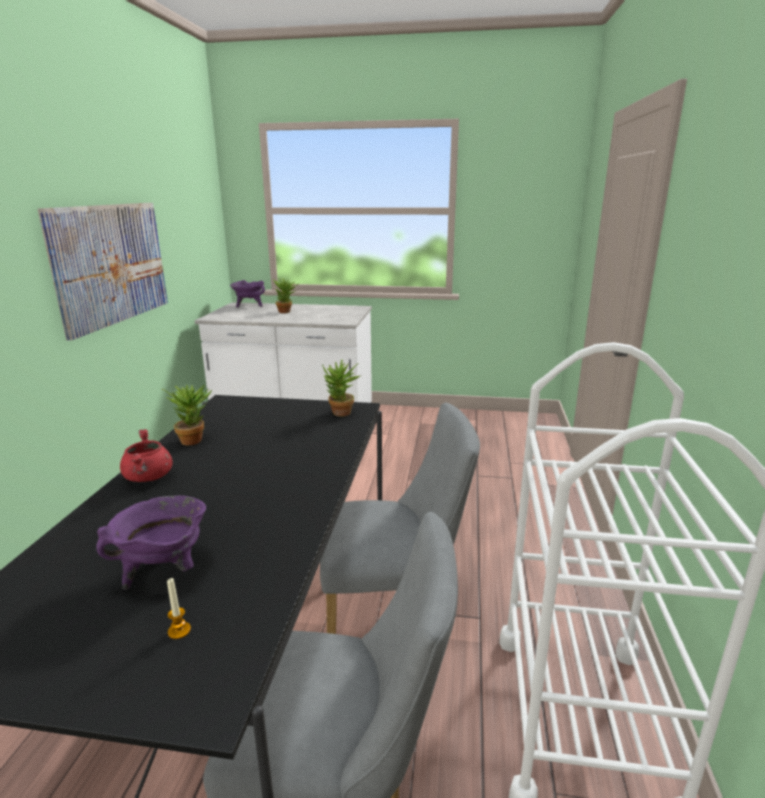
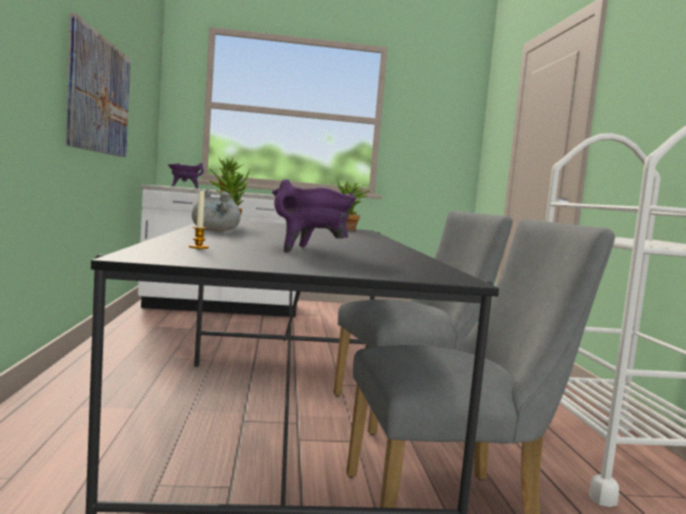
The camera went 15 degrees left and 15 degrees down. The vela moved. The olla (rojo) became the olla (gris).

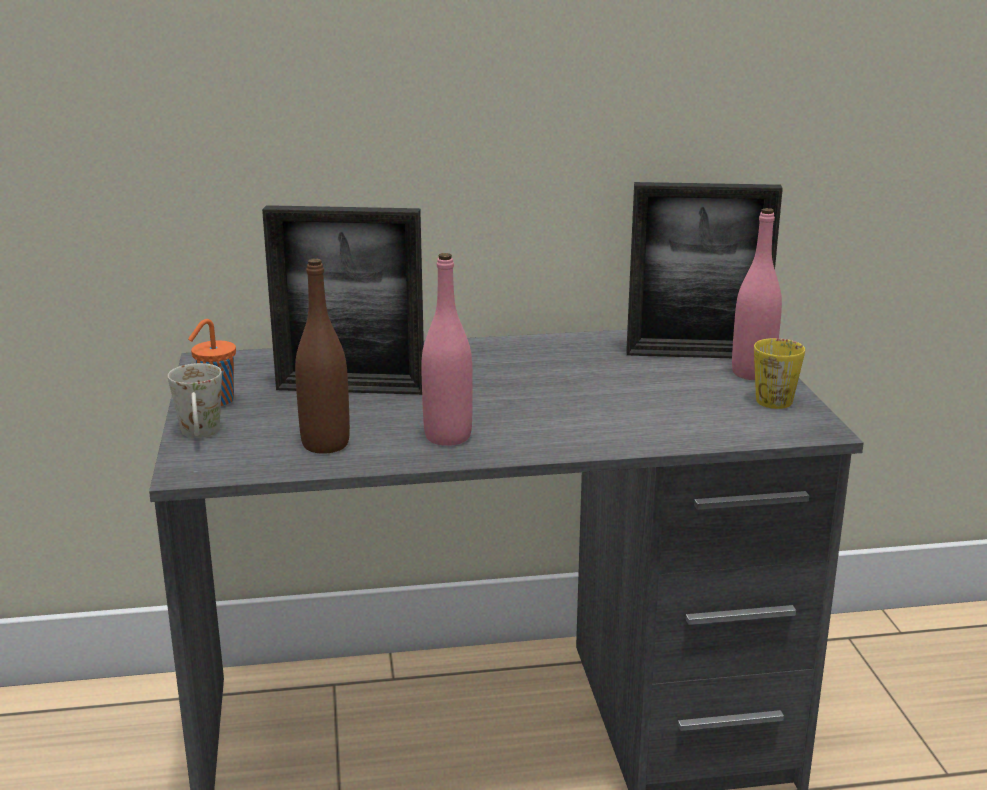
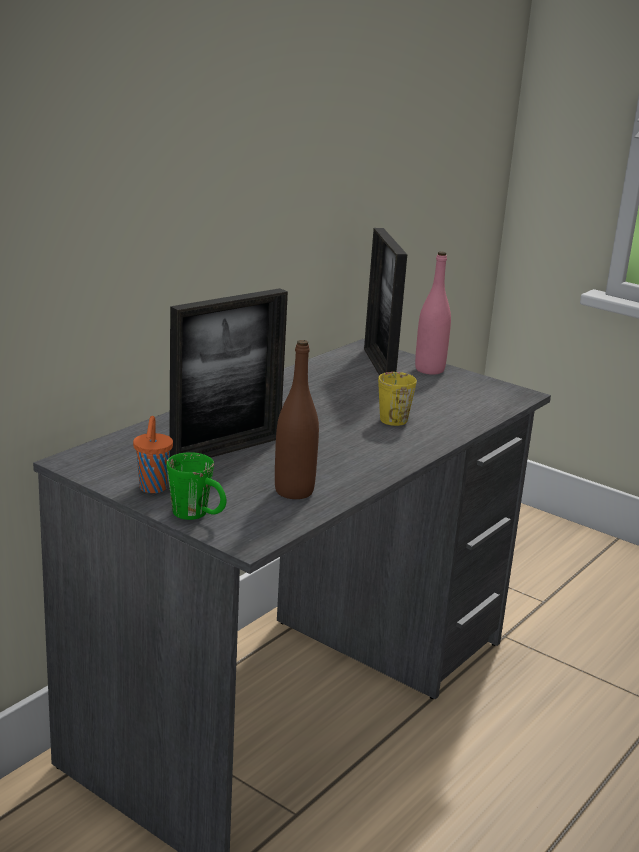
The camera went 45 degrees left and 0 degrees up. The botella (rosa) (no. 1 from left) disappeared. The taza grande (amarillo) moved. The taza grande (blanco) became the taza grande (verde). The portarretratos (no. 2 from left) turned 120 degrees clockwise.

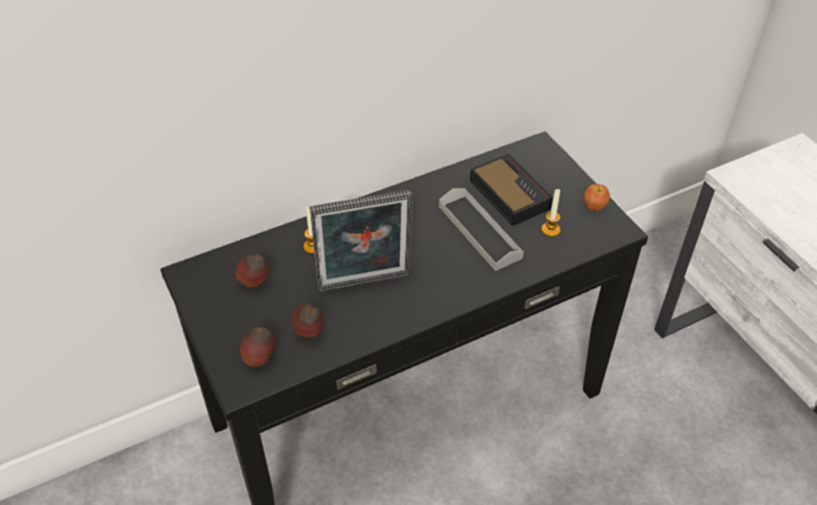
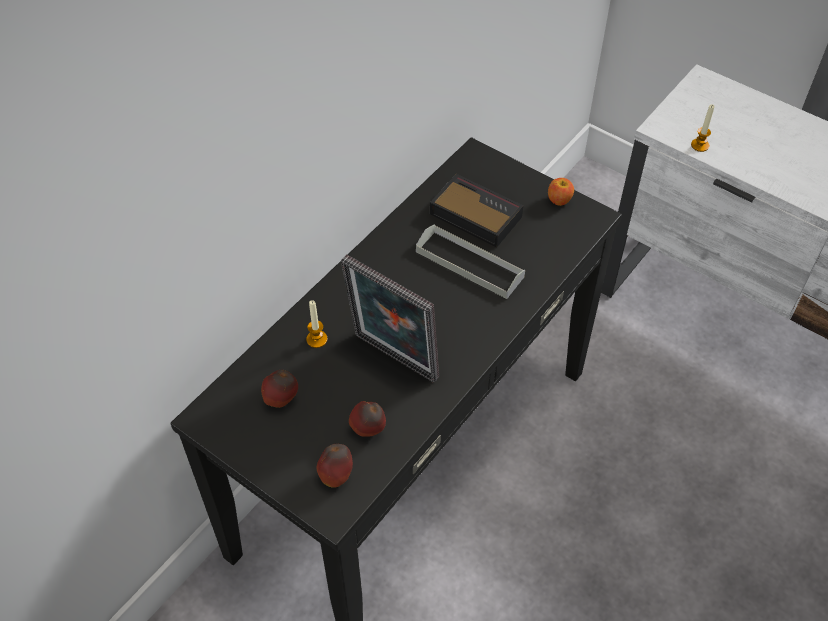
The camera went 25 degrees left and 5 degrees up. The vela (no. 2 from left) moved. The portarretratos turned 75 degrees clockwise.

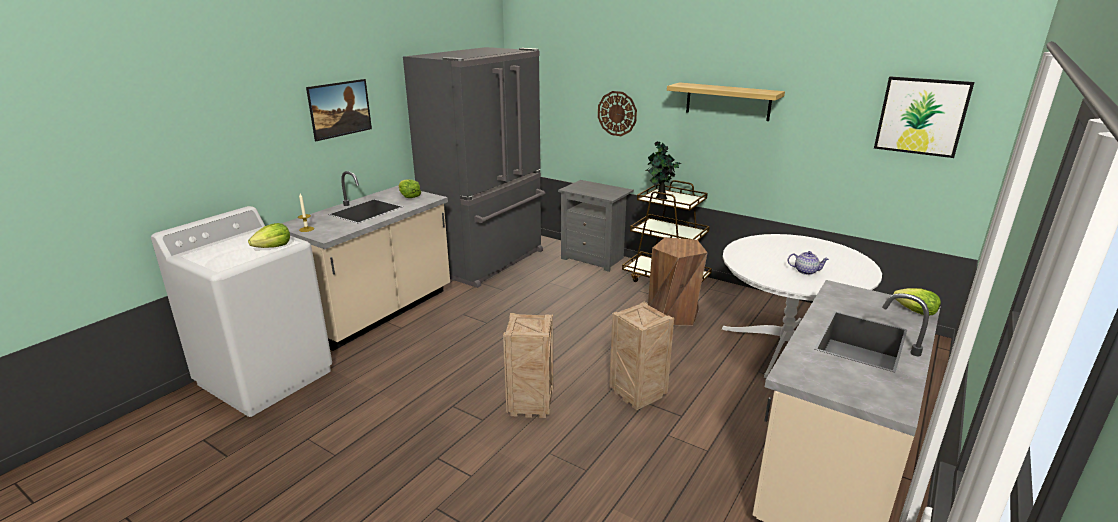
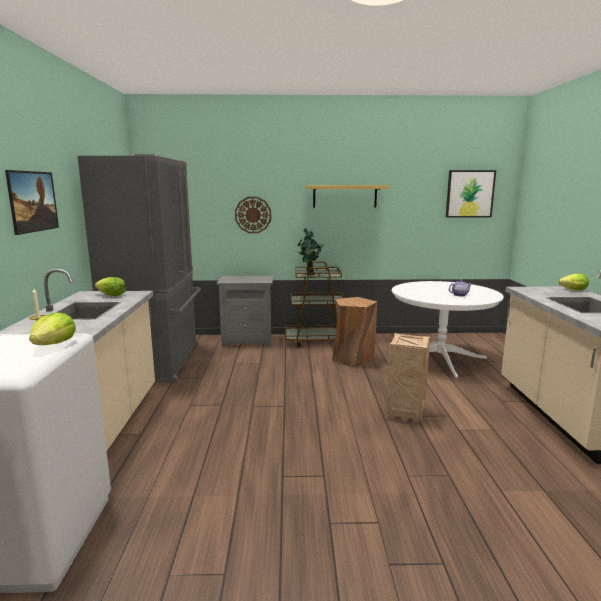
The camera went 35 degrees left and 10 degrees down. The caja de embalaje (no. 1 from left) disappeared.

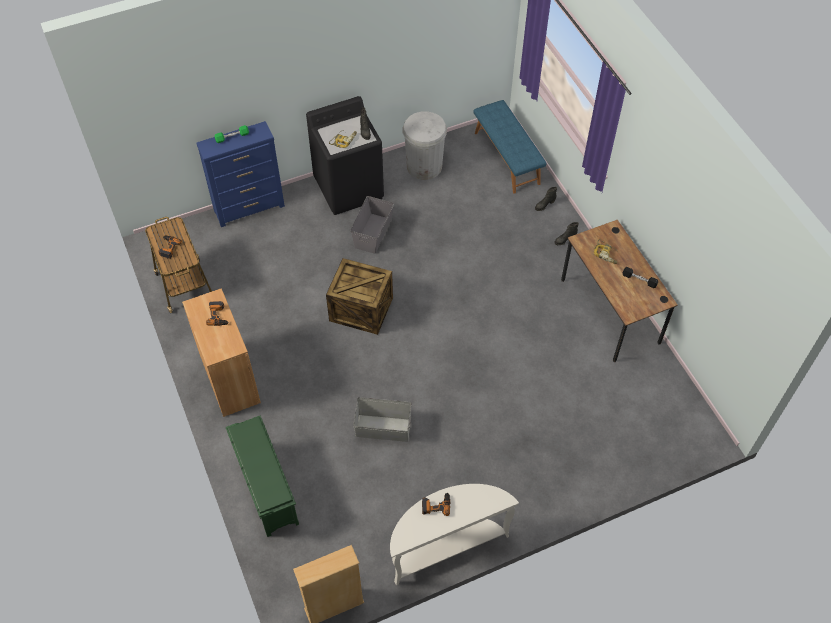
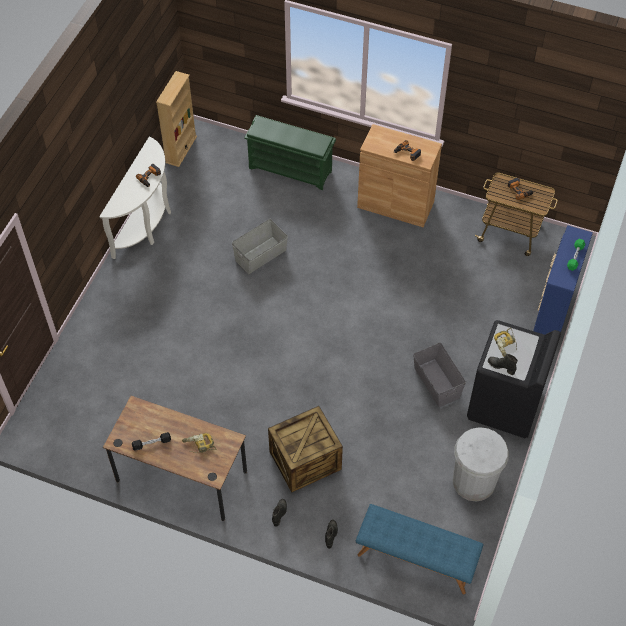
The camera went 135 degrees right and 0 degrees up. The caja de embalaje moved.

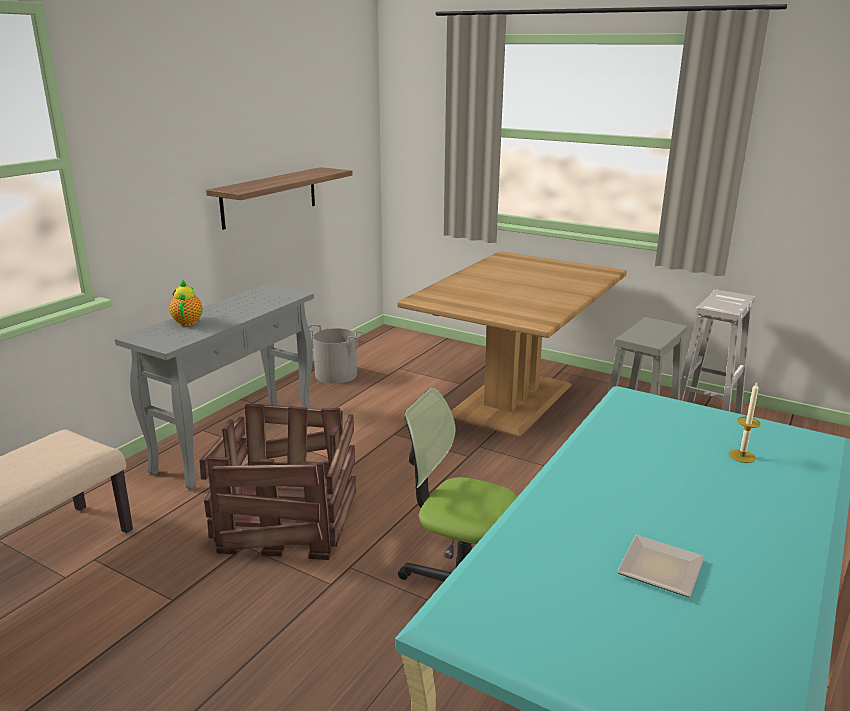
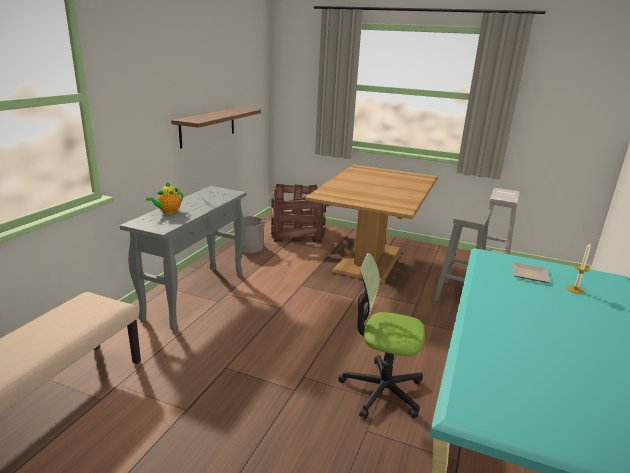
The camera went 10 degrees left and 0 degrees up. The caja de embalaje moved. The plato moved. The tetera turned 120 degrees counterclockwise.

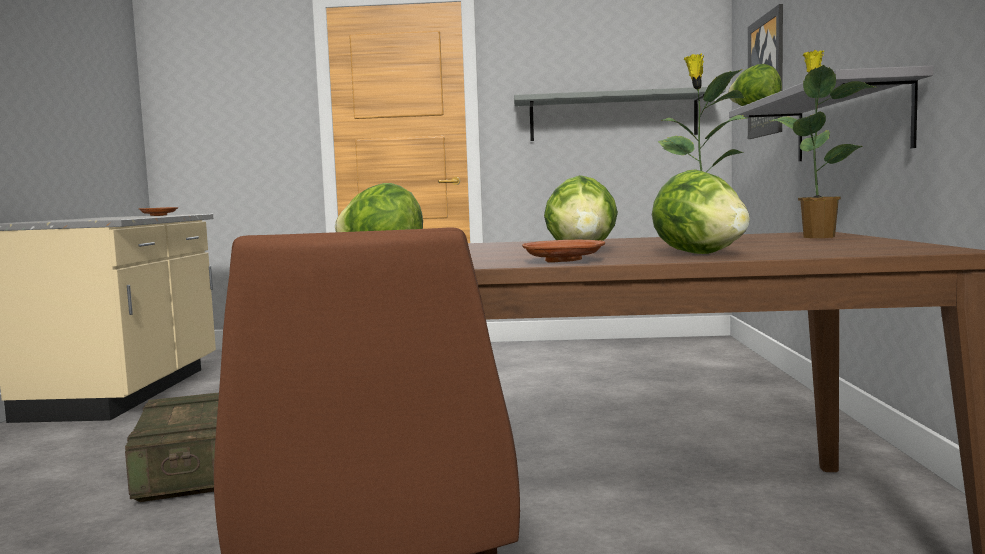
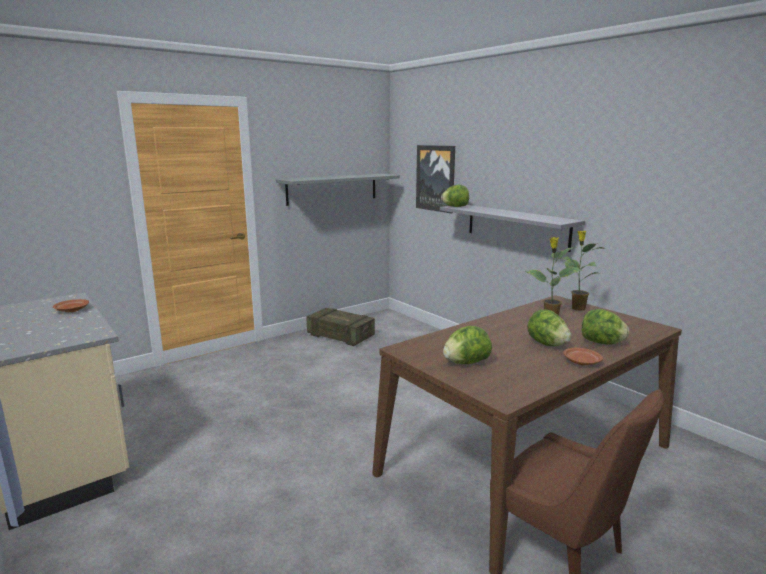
The camera went 40 degrees left and 10 degrees up. The caja de embalaje moved.

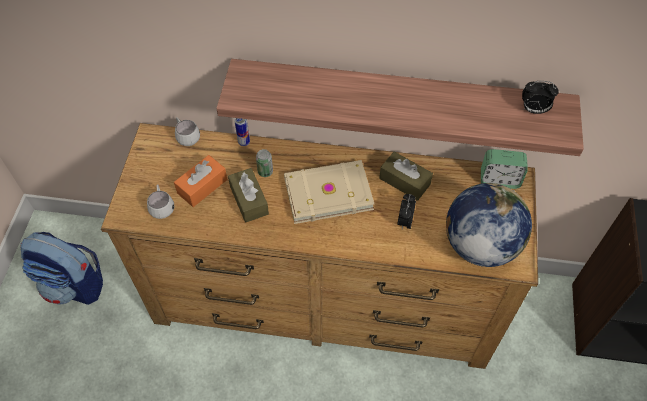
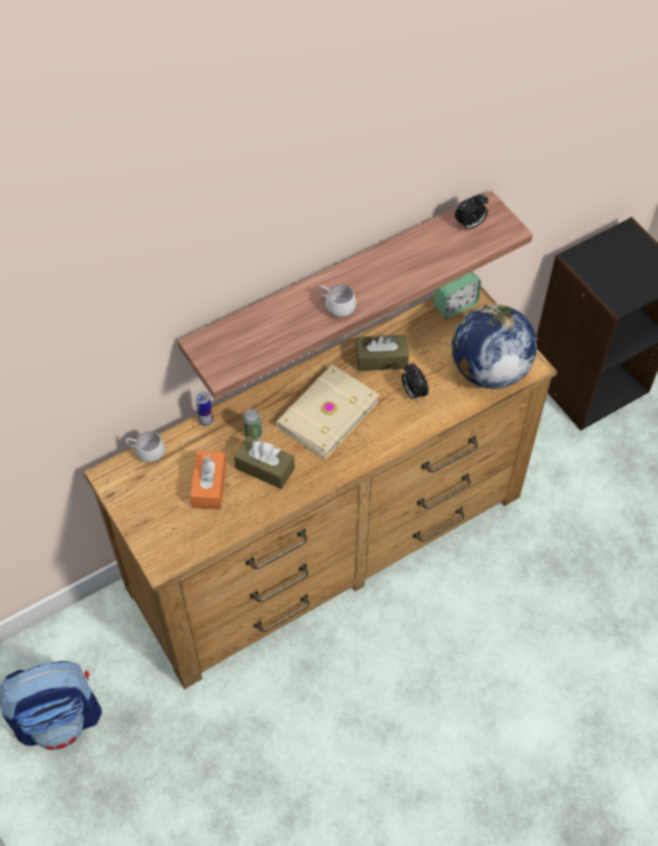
The camera went 40 degrees left and 0 degrees up. The taza grande (blanco) (no. 1 from left in the first image) moved.

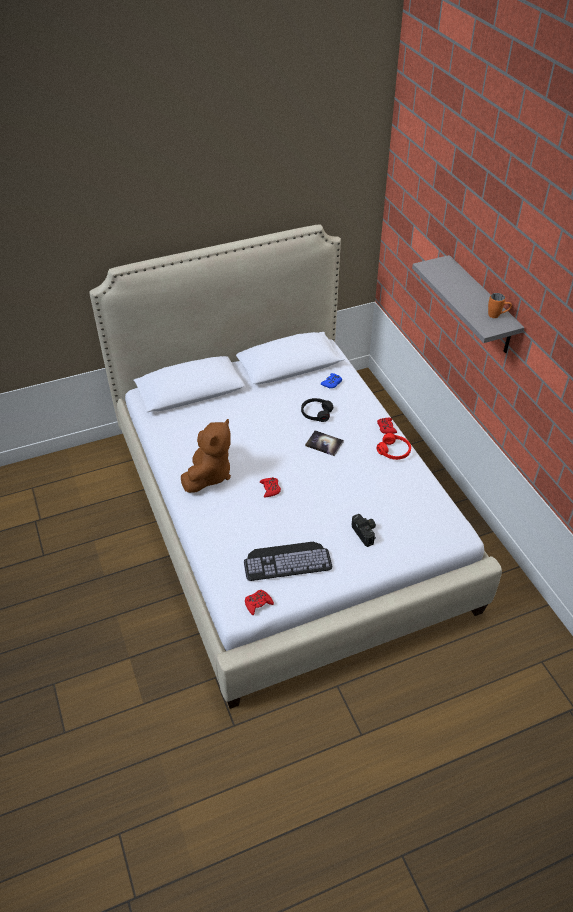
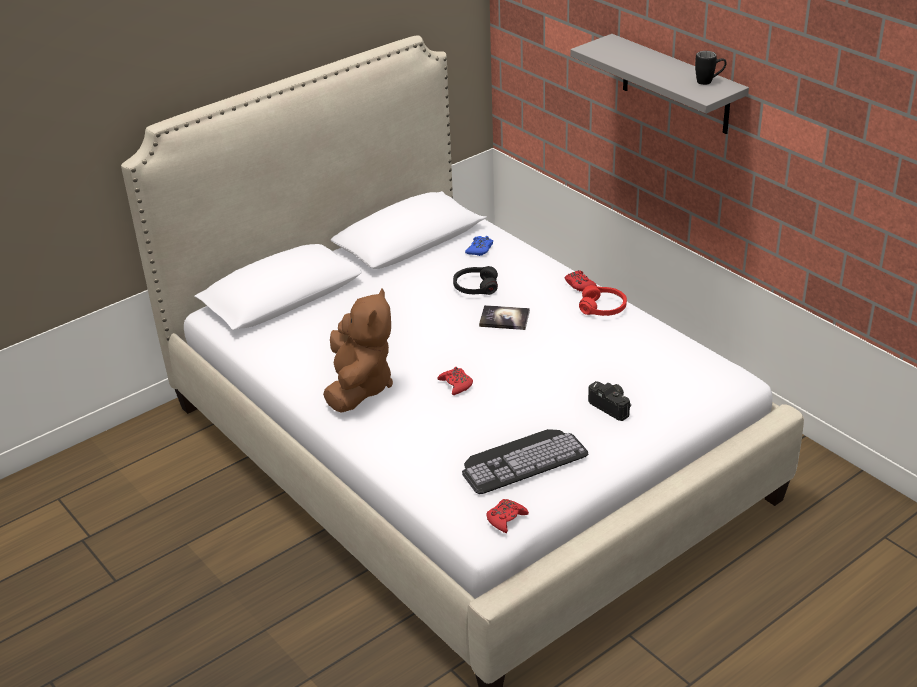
The camera went 15 degrees left and 10 degrees down. The taza grande (naranja) became the taza grande (negro).

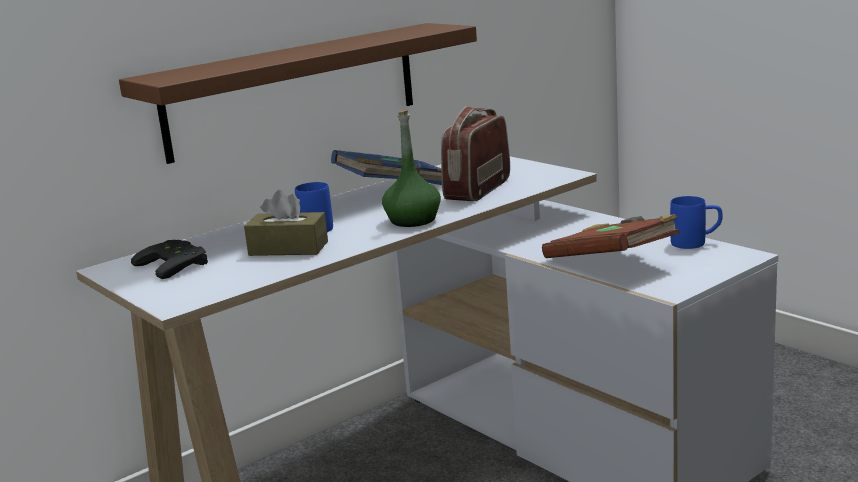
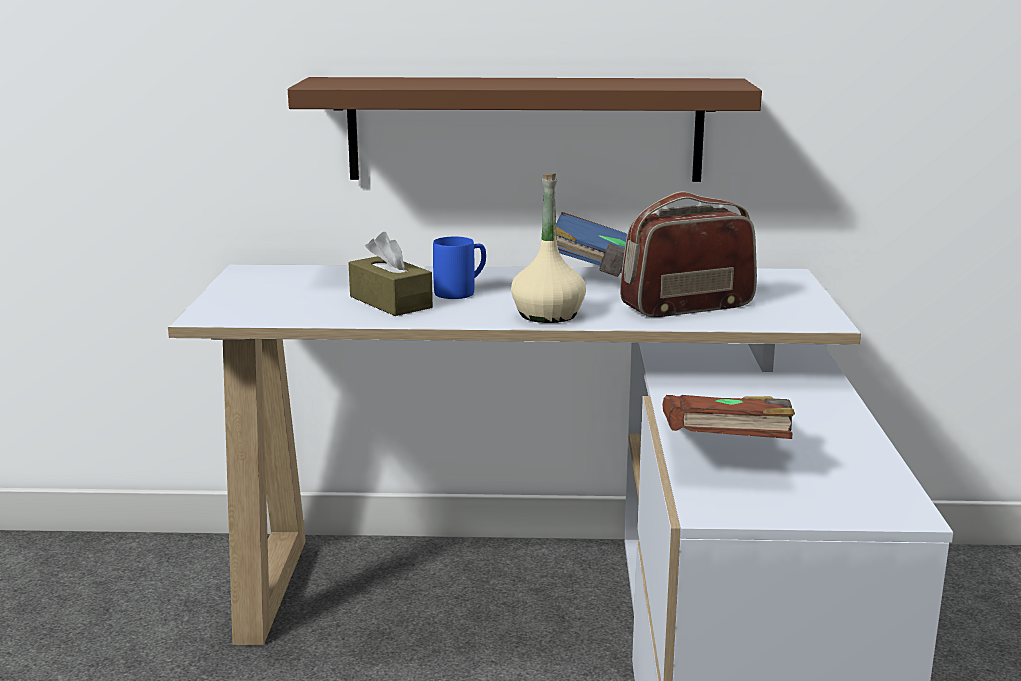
The camera went 40 degrees right and 0 degrees up. The mando de consola (negro) disappeared. The taza grande (azul) (no. 2 from left) disappeared. The botella (verde) became the botella (beis).

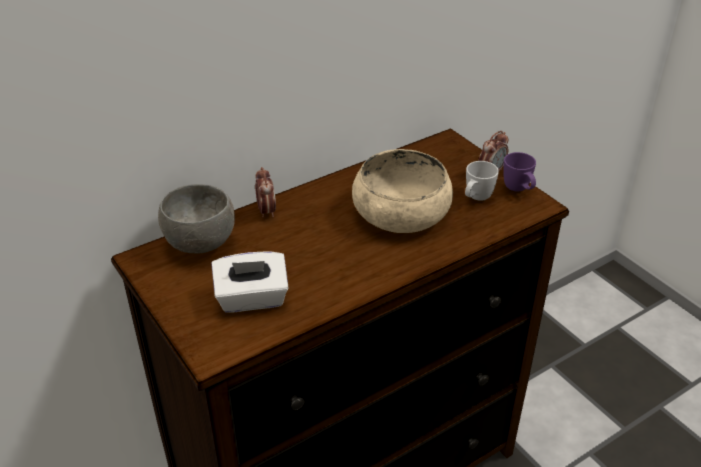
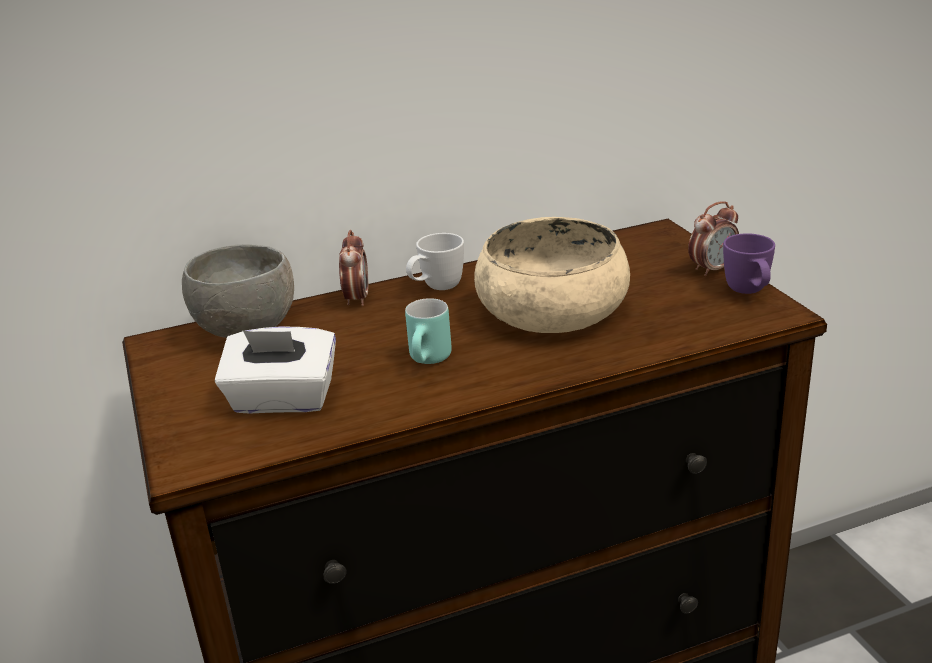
The camera went 15 degrees right and 10 degrees down. The taza grande (turquesa) appeared. The taza grande (blanco) moved.

